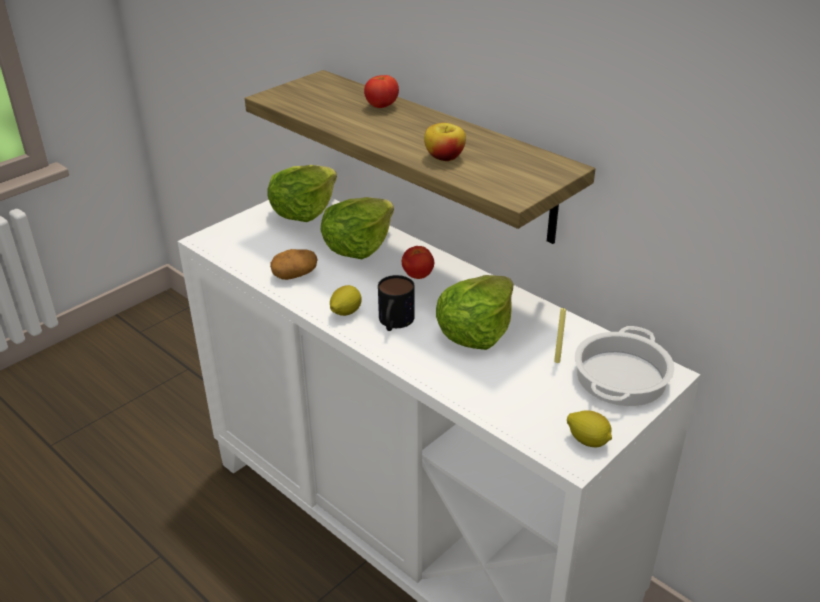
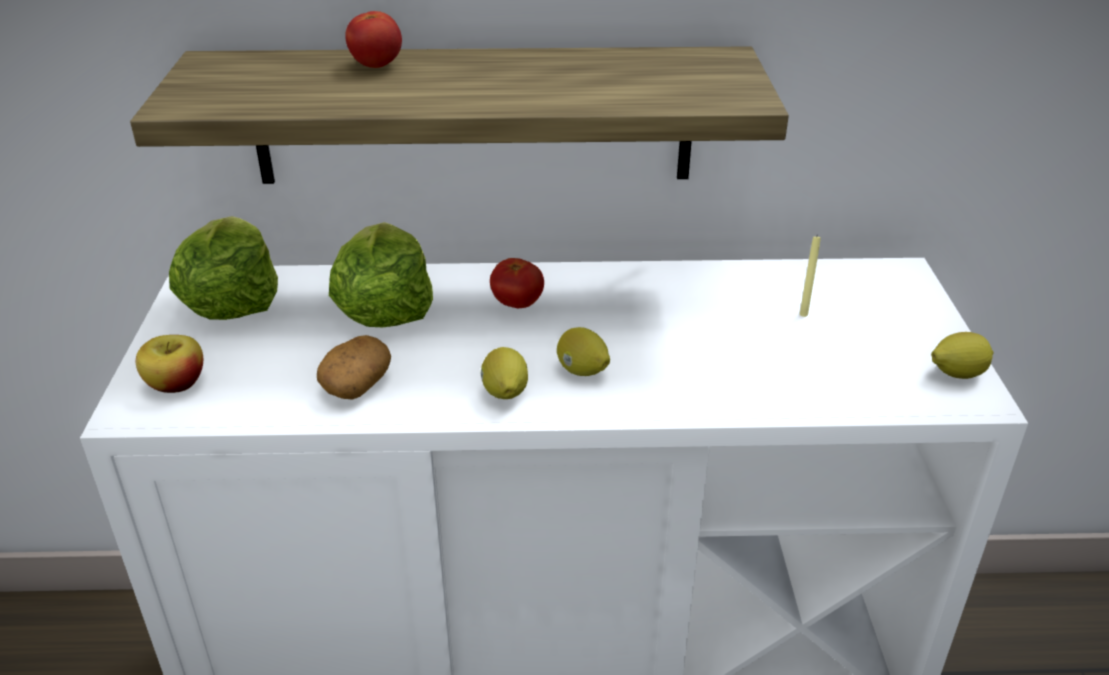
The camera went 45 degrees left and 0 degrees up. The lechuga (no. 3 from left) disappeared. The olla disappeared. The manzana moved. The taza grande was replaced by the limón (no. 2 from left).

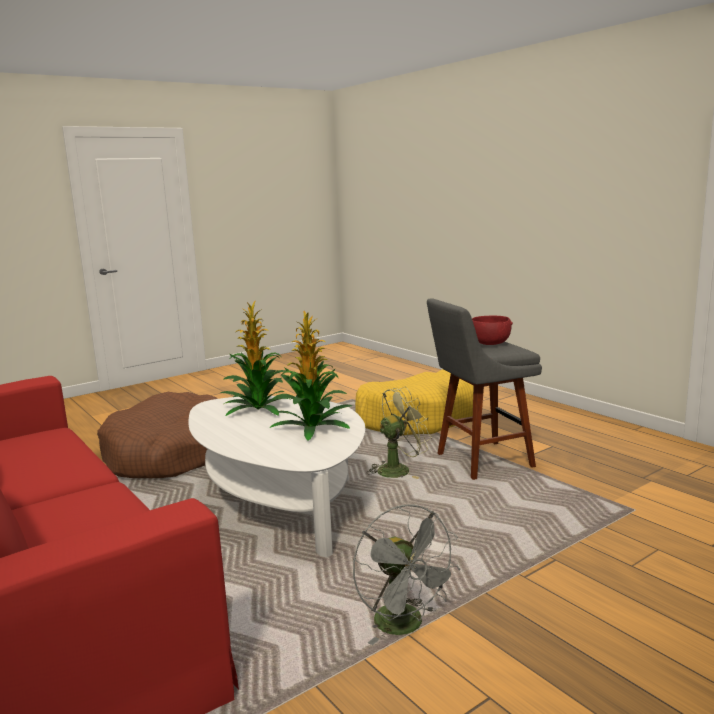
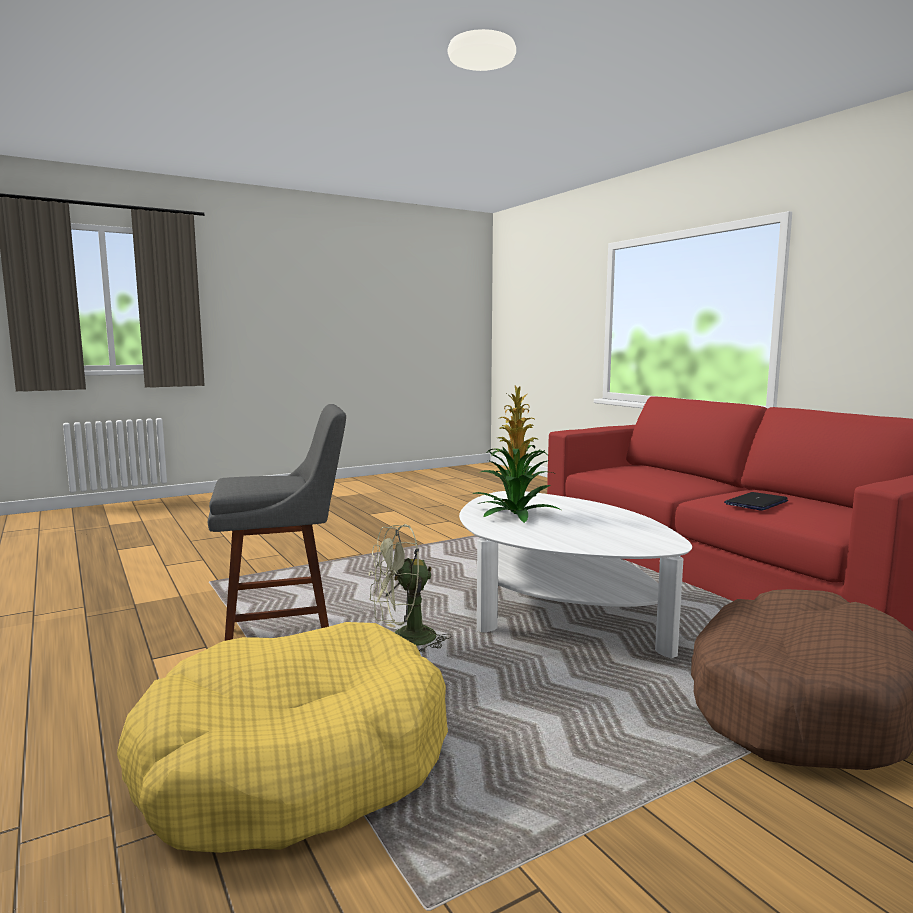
The camera went 175 degrees left and 5 degrees down. The planta en maceta (no. 1 from left) disappeared. The ventilador (gris) disappeared. The cuenco (rojo) disappeared. The portátil appeared.

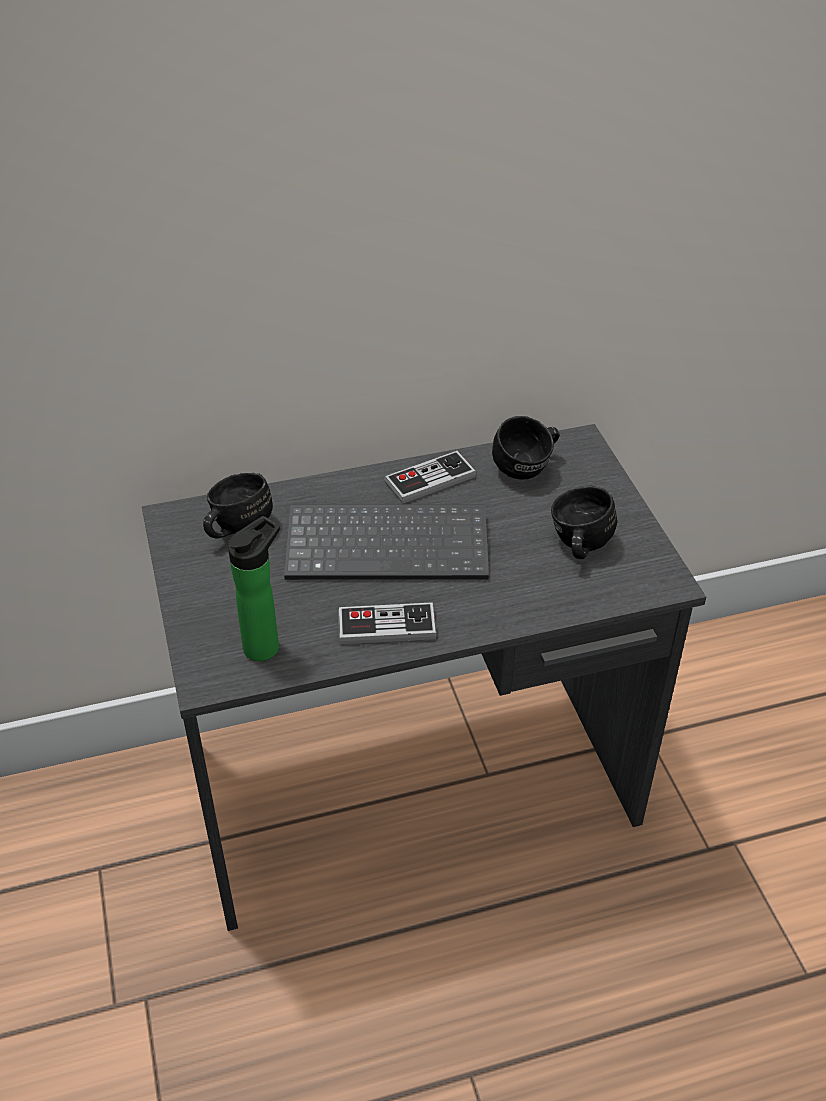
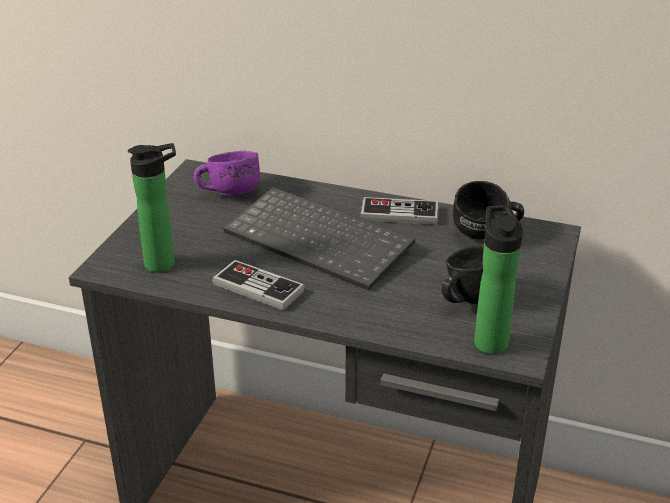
The camera went 35 degrees right and 10 degrees down. The botella (no. 2 from left) appeared. The taza grande (negro) (no. 1 from left) became the taza grande (morado).

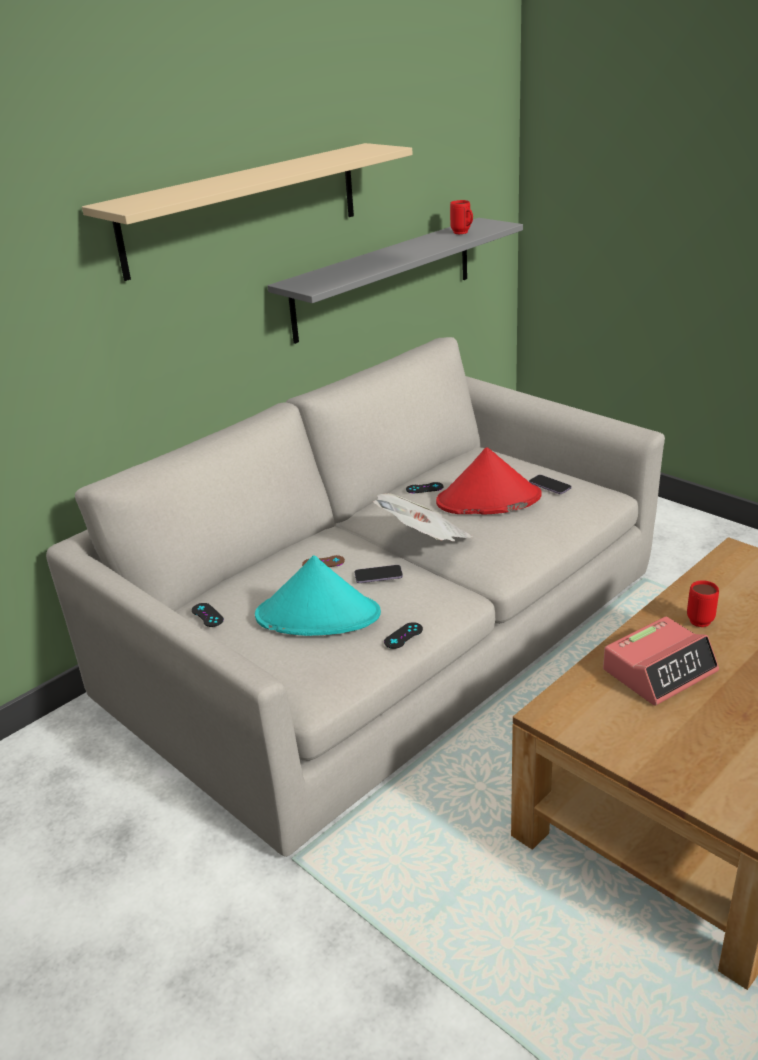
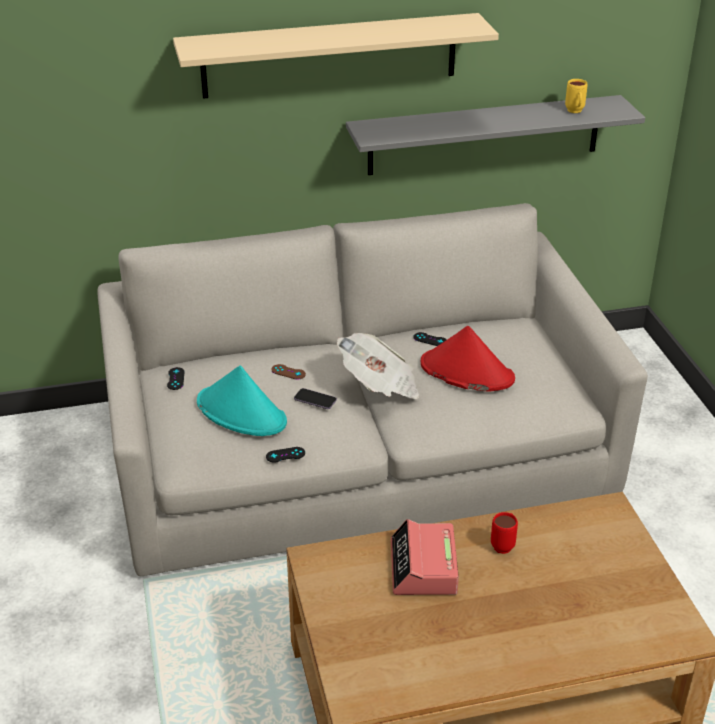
The camera went 30 degrees right and 5 degrees up. The móvil (no. 2 from left) disappeared. The taza grande (rojo) (no. 1 from left) became the taza grande (amarillo). The despertador turned 90 degrees clockwise.

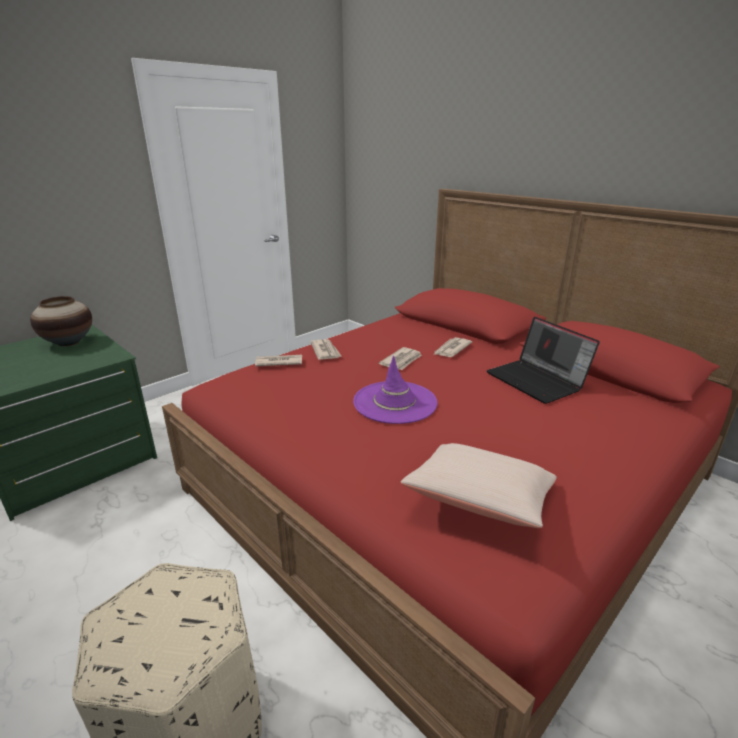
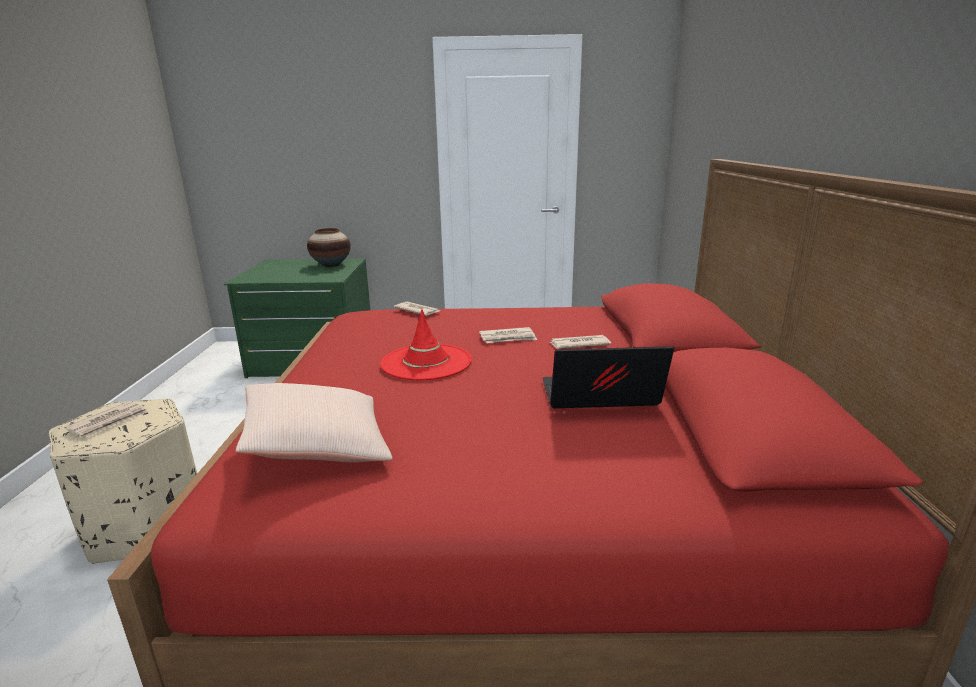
The camera went 45 degrees right and 5 degrees down. The periódico (no. 2 from left in the first image) moved. The sombrero (morado) became the sombrero (rojo). The portátil turned 75 degrees clockwise.

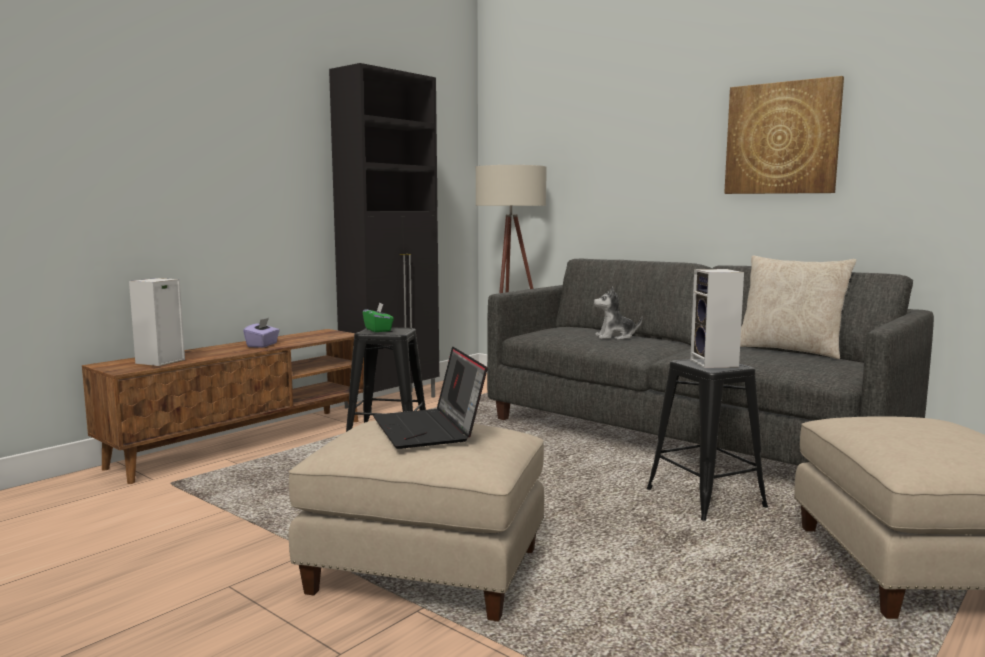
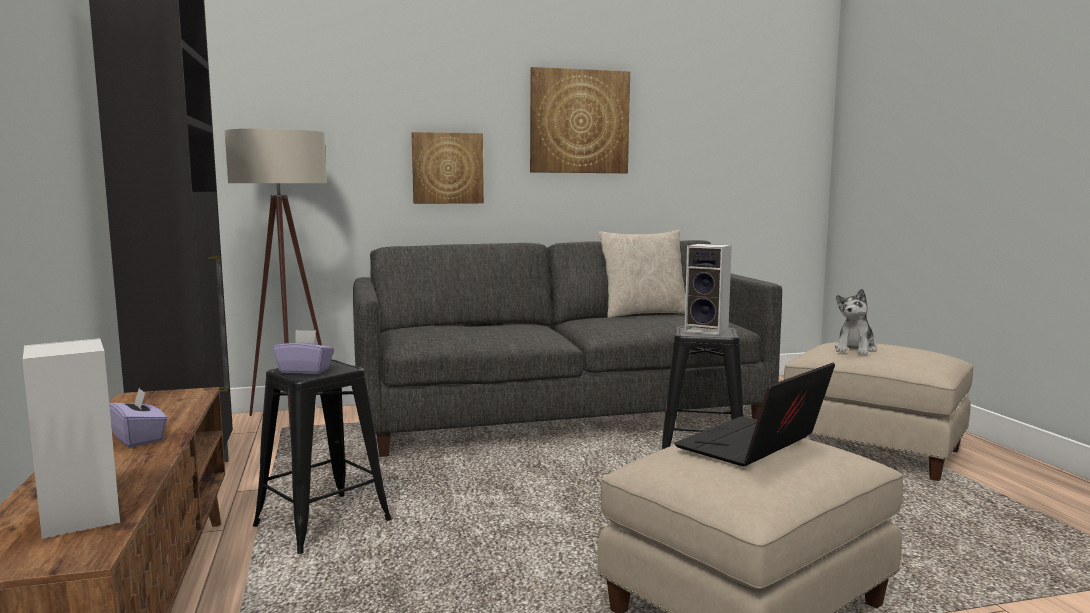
The camera went 55 degrees left and 0 degrees up. The cuadro (no. 1 from left) appeared. The peluche moved. The caja de pañuelos (verde) became the caja de pañuelos (morado) (no. 2 from left). The portátil turned 120 degrees clockwise.

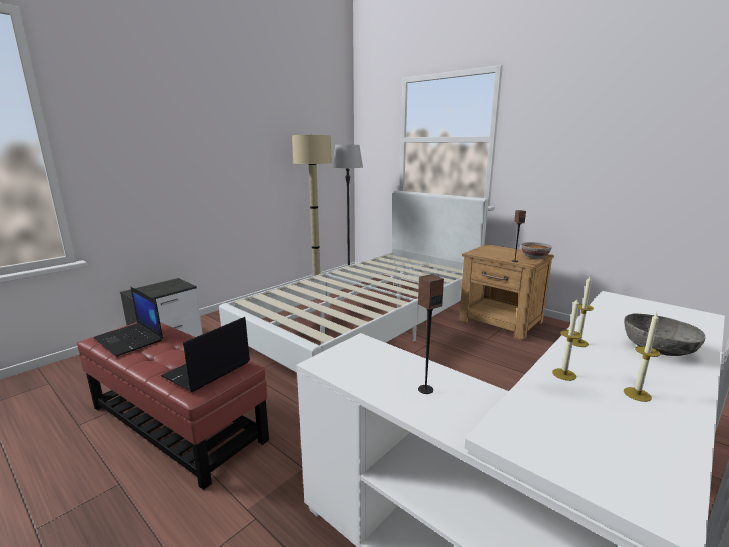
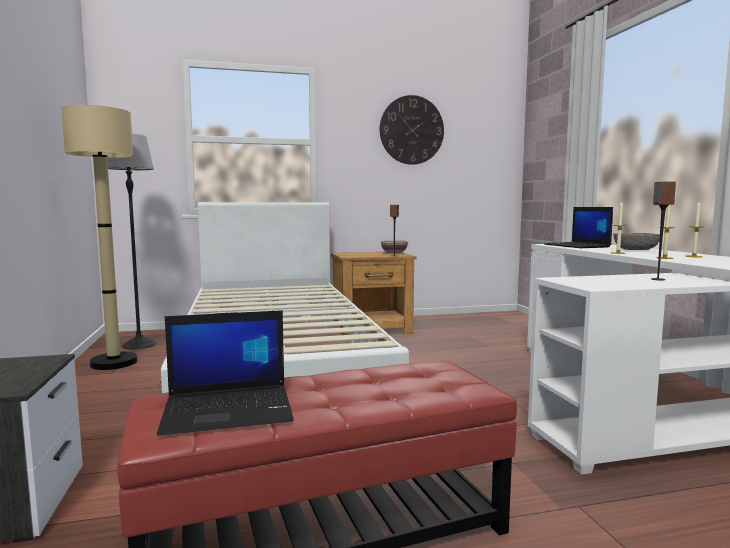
The camera went 55 degrees left and 10 degrees down. The reloj de pared appeared. The portátil (no. 2 from left) moved.

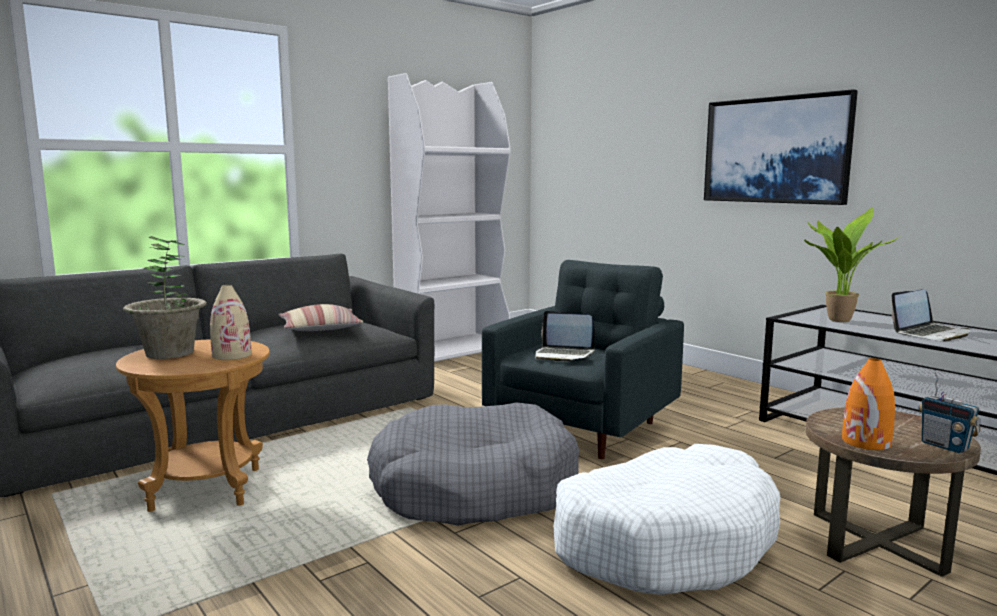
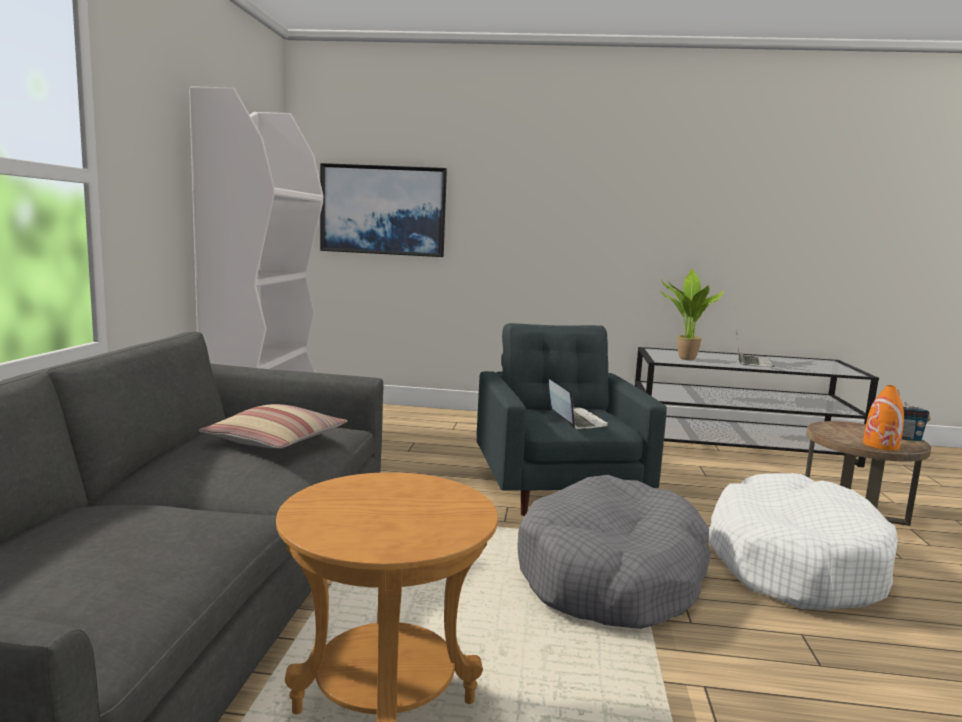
The camera went 45 degrees left and 0 degrees up. The planta en maceta (no. 1 from left) disappeared. The florero (beis) disappeared. The cuadro moved. The portátil (no. 1 from left) turned 90 degrees counterclockwise.

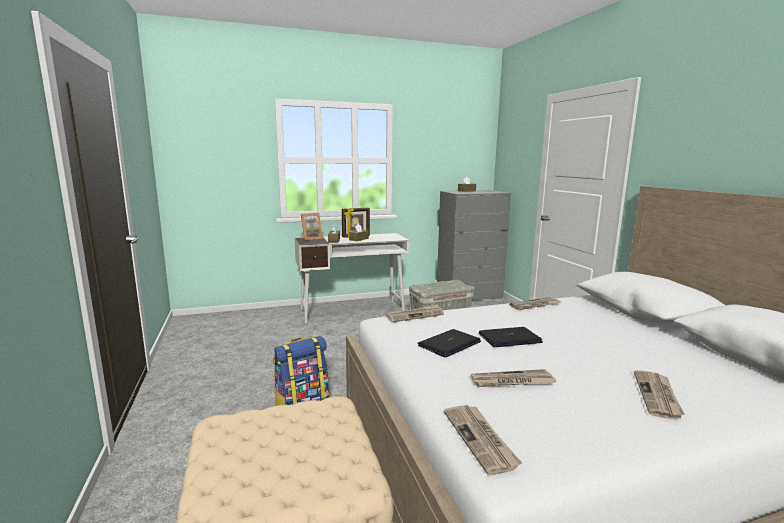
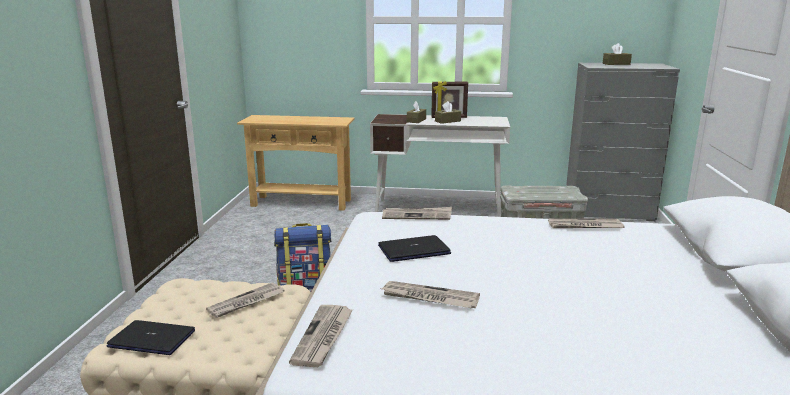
The camera went 25 degrees right and 5 degrees up. The portarretratos (no. 1 from left) disappeared. The mesa consola (beis) appeared. The portátil (no. 2 from left in the first image) moved. The periódico (no. 5 from left in the first image) moved.

